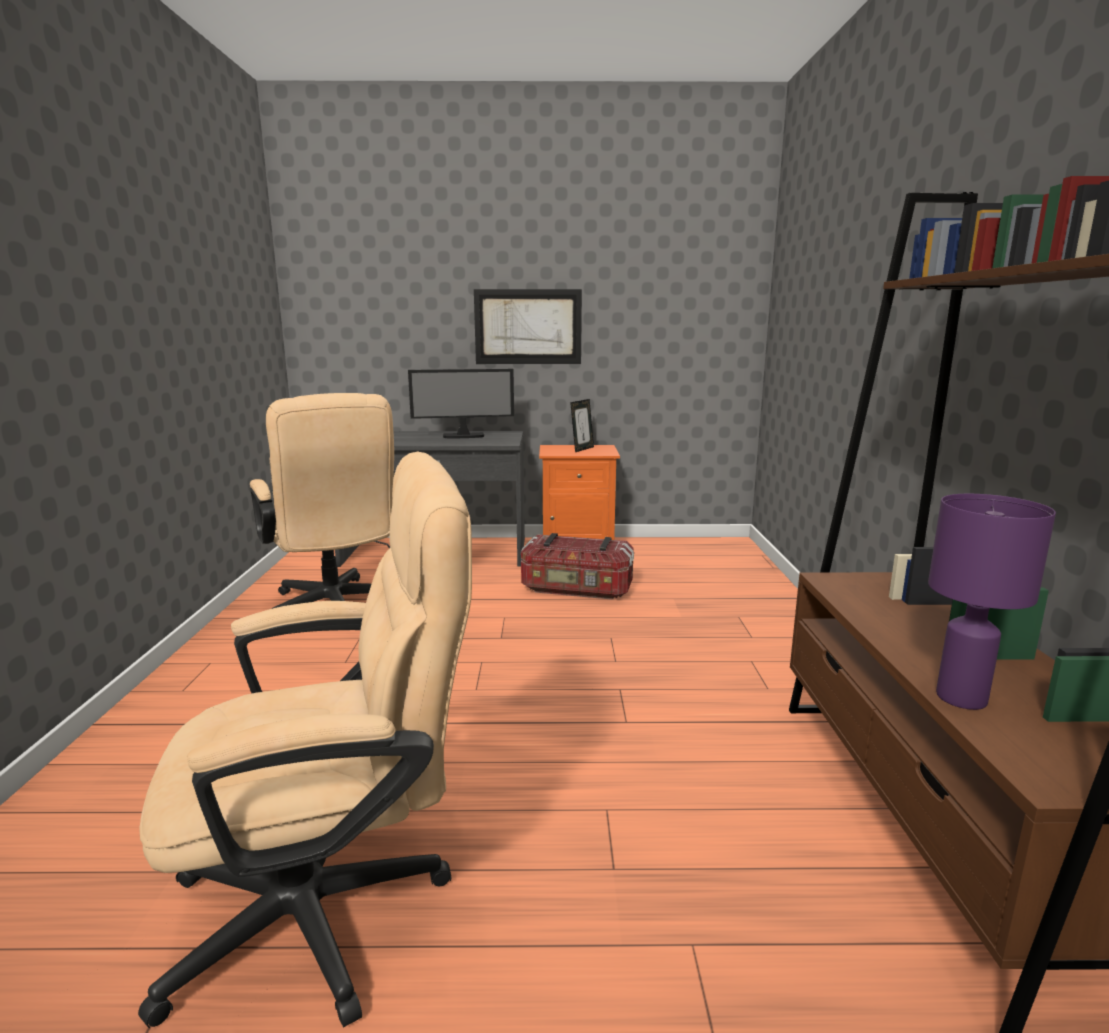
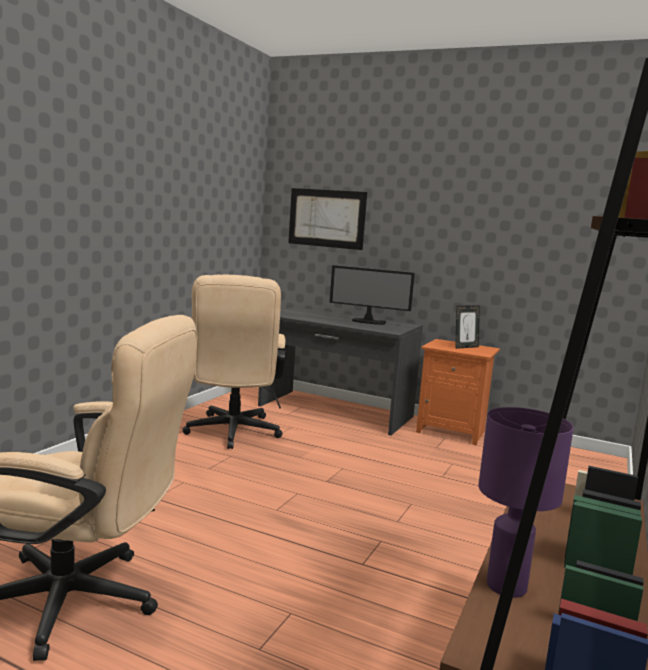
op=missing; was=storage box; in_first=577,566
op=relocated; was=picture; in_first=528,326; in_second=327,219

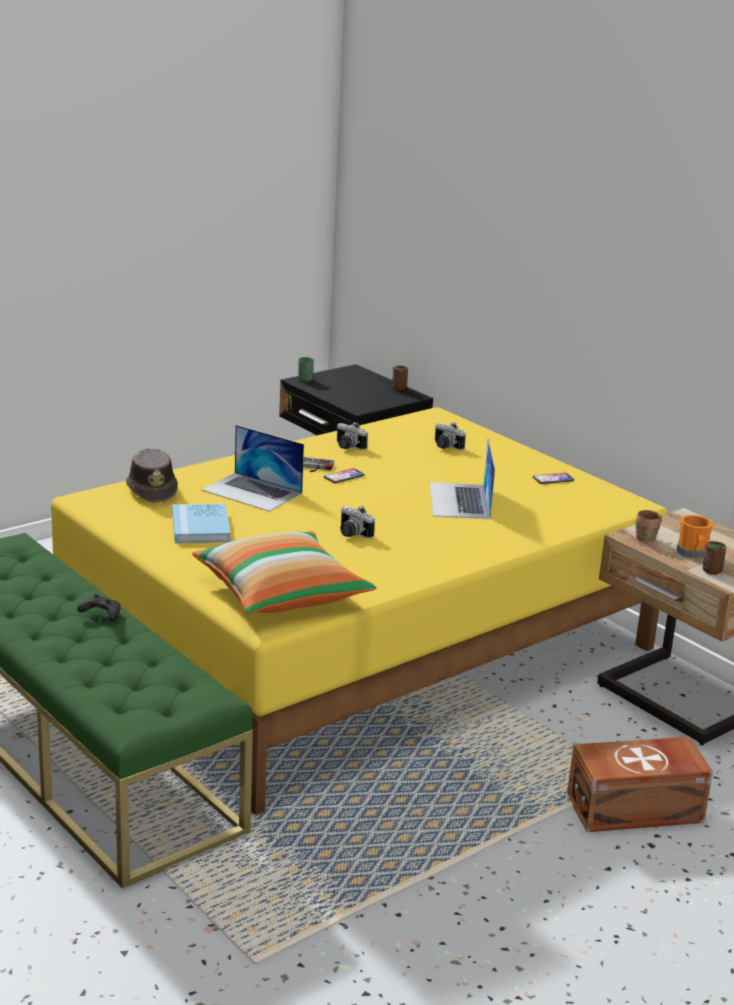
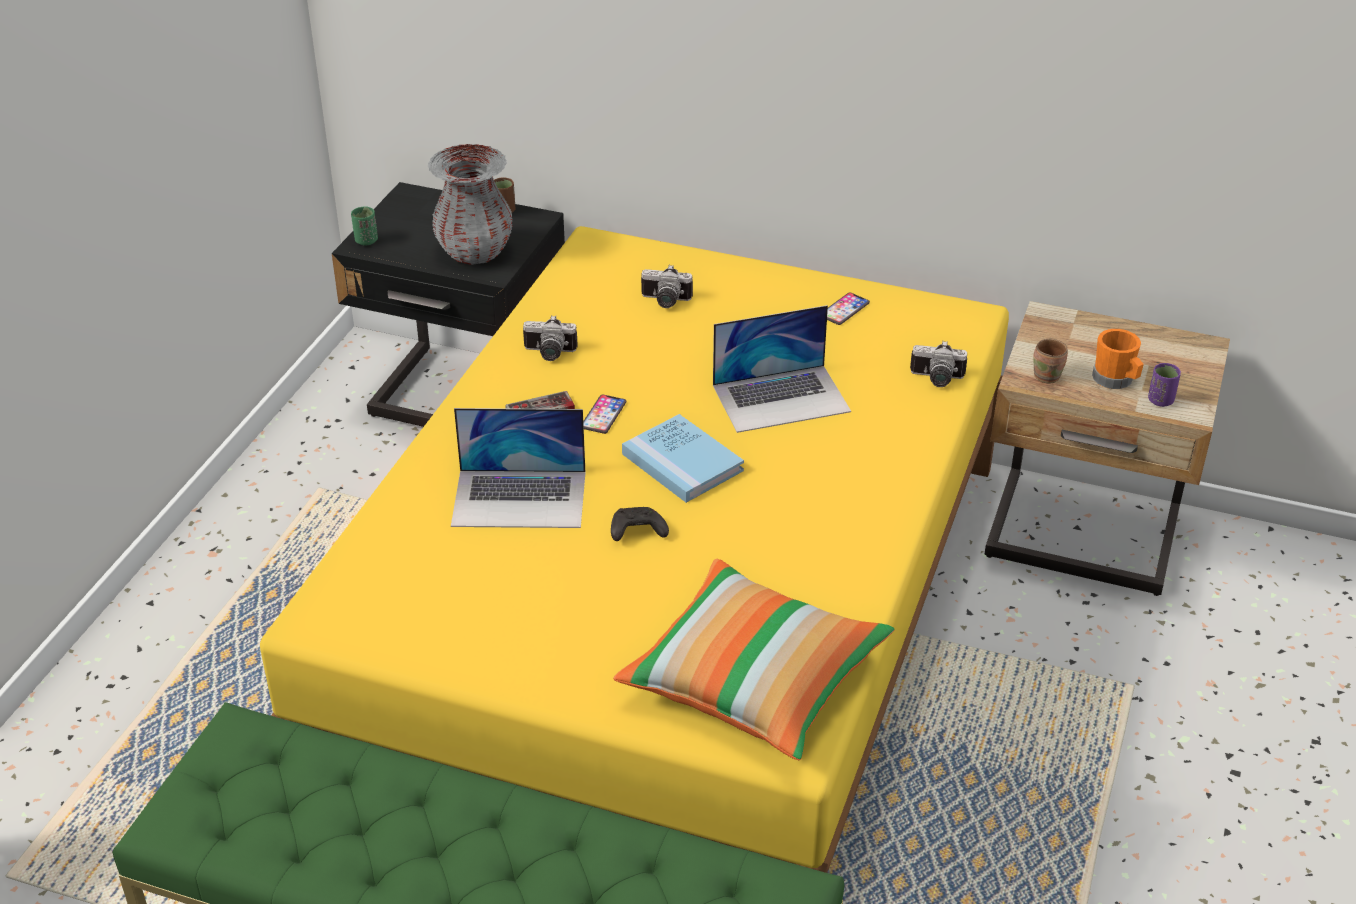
op=missing; was=brown hat; in_first=152,476
op=missing; was=brown storage box; in_first=640,784
op=appeared; now=grey vase; in_second=470,204
op=relocated; was=black game controller; in_first=99,608; in_second=640,524
op=relocated; was=blue book; in_first=201,523; in_second=683,458
op=relocated; was=photo camera; in_first=357,522; in_second=938,364
op=colour; was=brown cup; now=purple cup; in_first=714,558; in_second=1164,385
op=spun; was=laptop; in_first=462,478; in_second=782,369; clockwise=-75

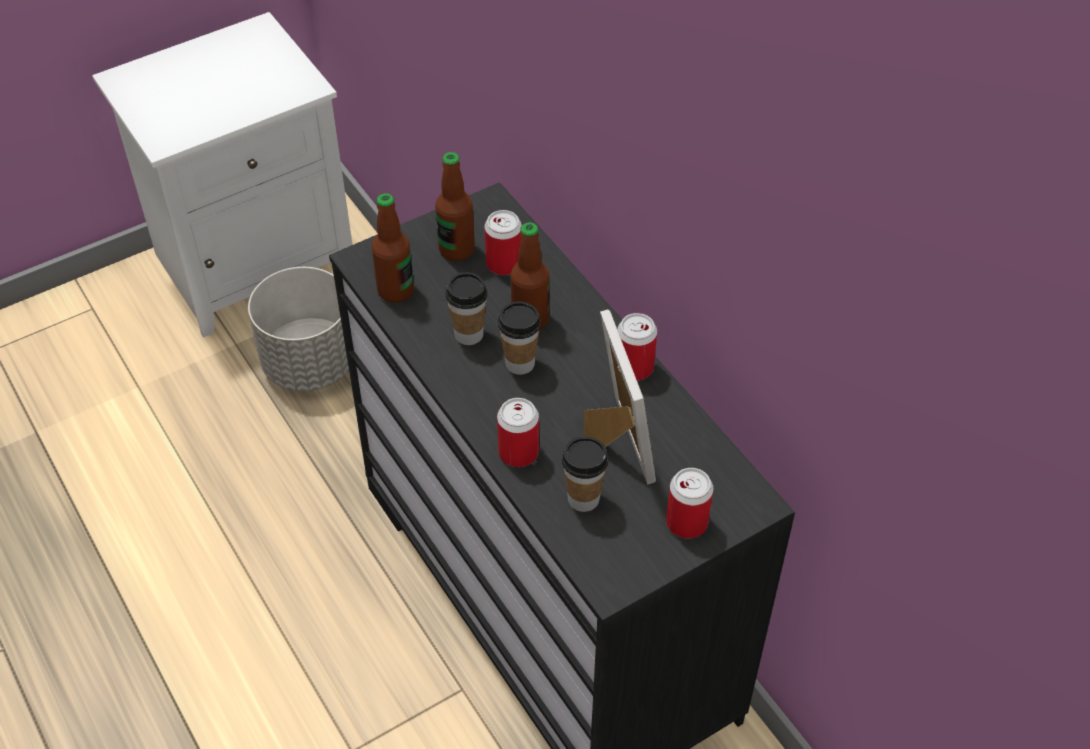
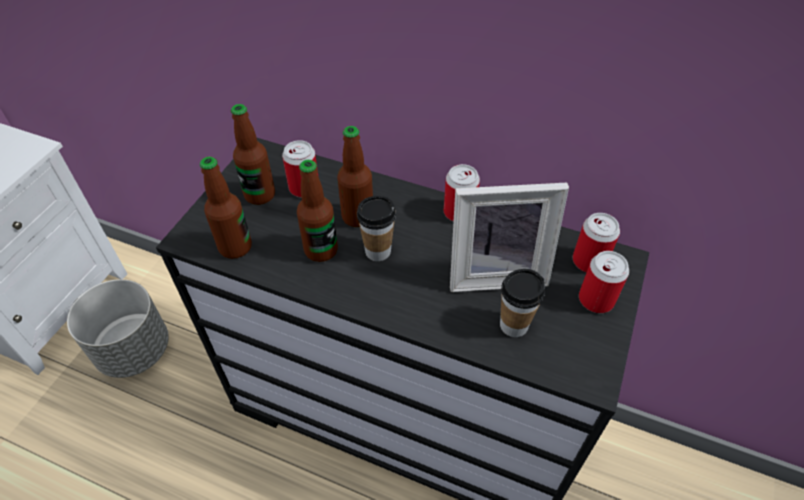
op=relocated; was=can; in_first=518,432; in_second=596,243
op=exchanged; was=cup; now=bottle; in_first=466,308; in_second=317,211
op=spun; was=picture frame; in_first=620,397; in_second=509,237; clockwise=135

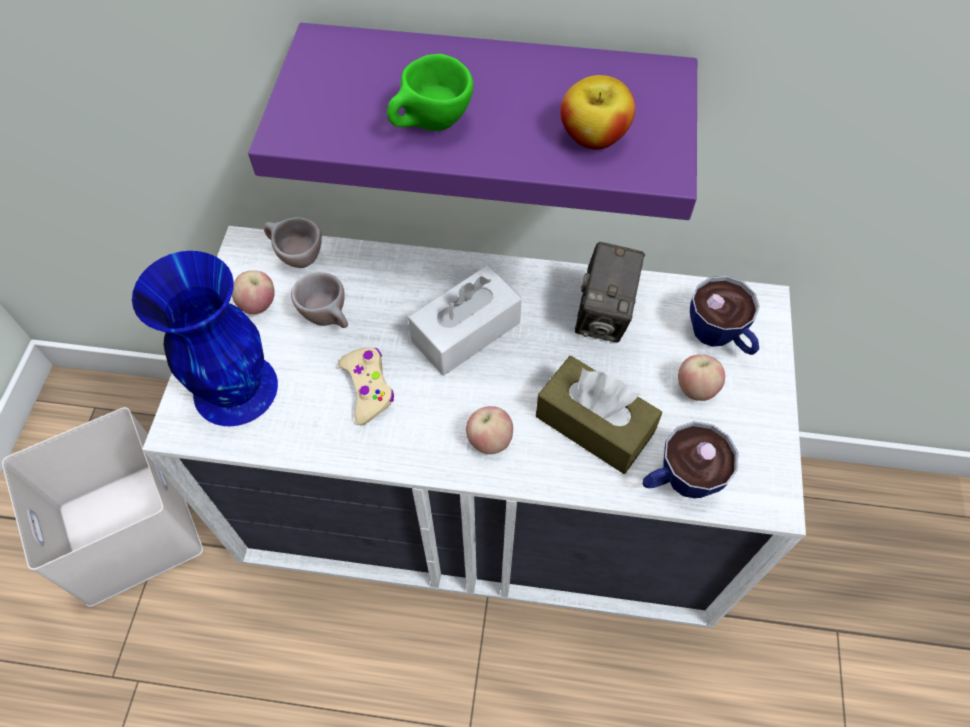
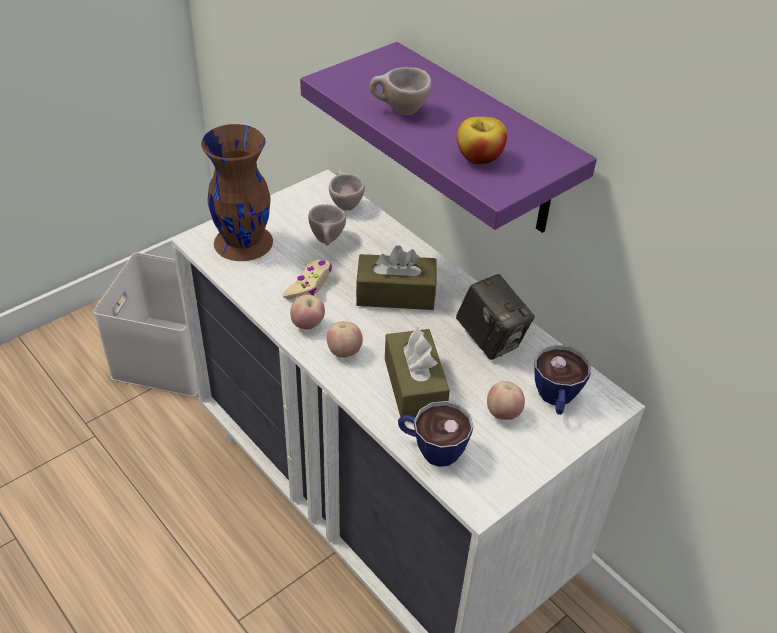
op=relocated; was=apple; in_first=253,292; in_second=307,312
op=colour; was=blue vase; now=brown vase; in_first=205,338; in_second=237,192
op=colour; was=green cup; now=beige cup; in_first=430,92; in_second=400,91
op=colour; was=white tissue box; now=brown tissue box; in_first=465,320; in_second=396,277
op=spun; was=photo camera; in_first=610,292; in_second=495,317; clockwise=-90

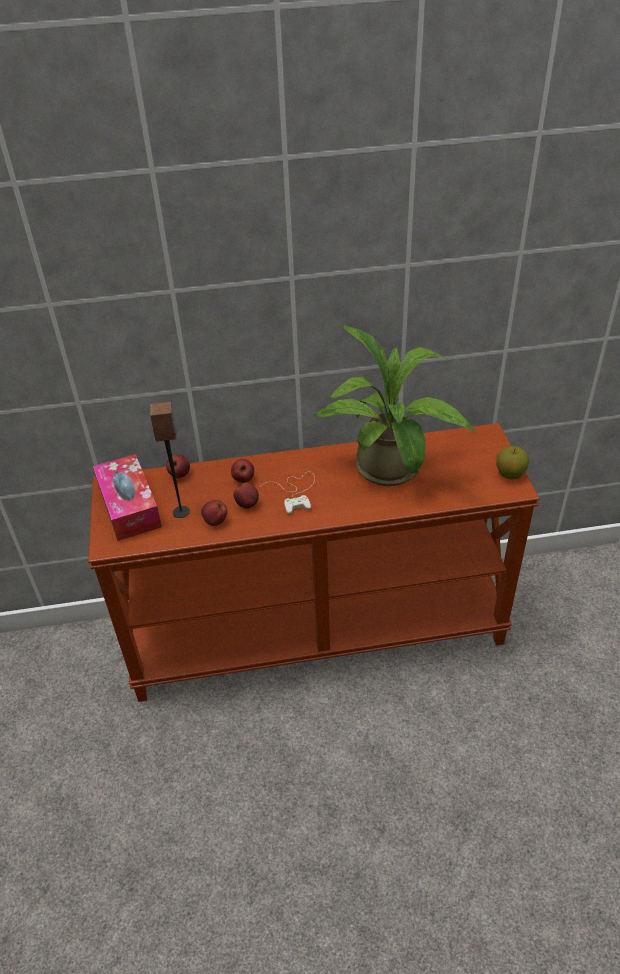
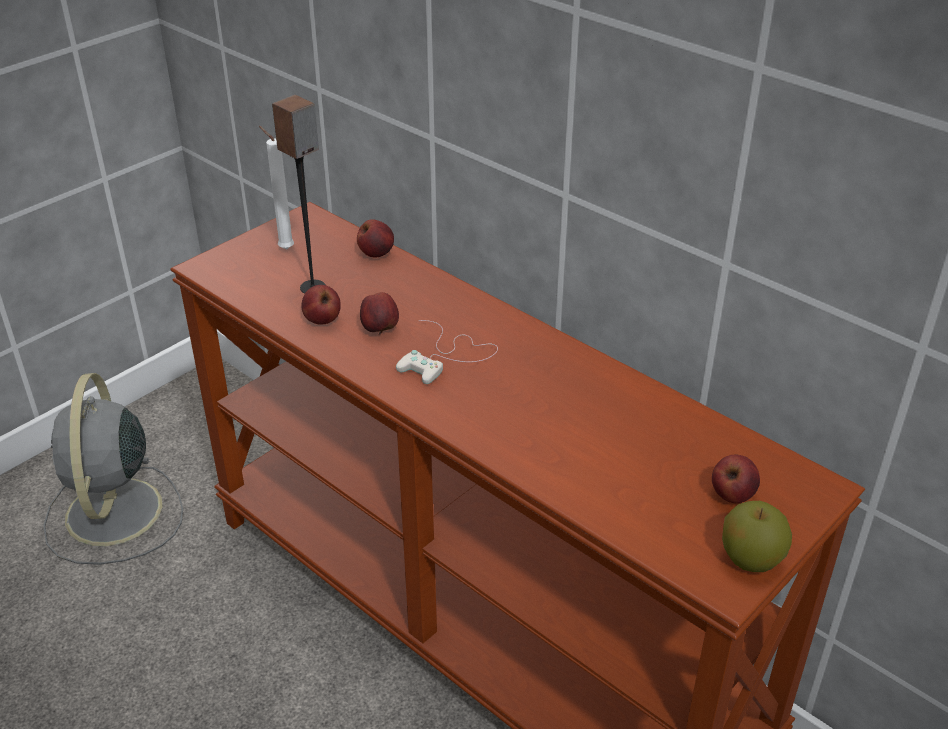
op=missing; was=potted plant; in_first=395,405
op=appeared; now=grey fan; in_second=113,469
op=relocated; was=apple; in_first=242,471; in_second=736,479
op=exchanged; was=tissue box; now=white candle; in_first=127,497; in_second=276,187

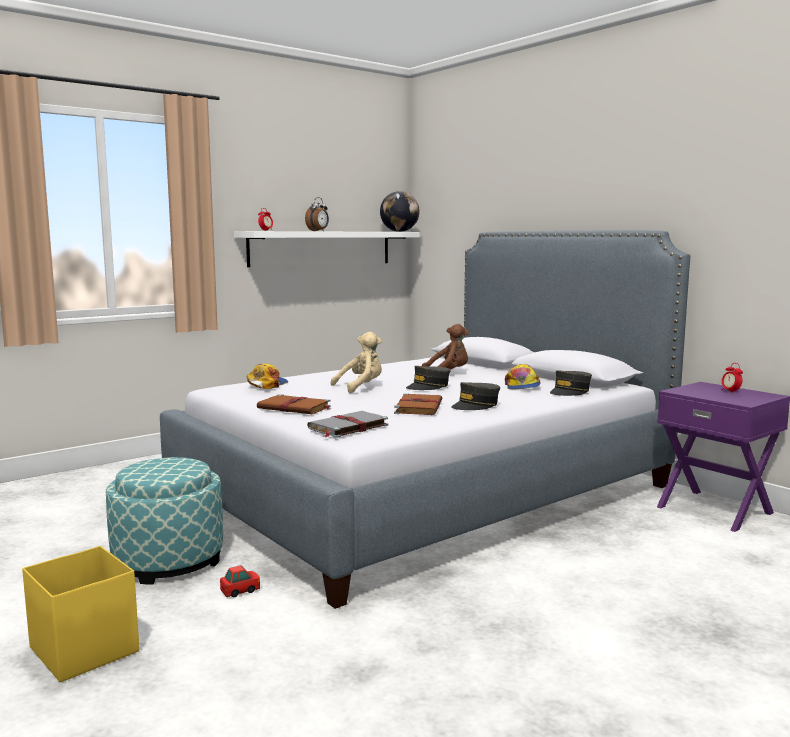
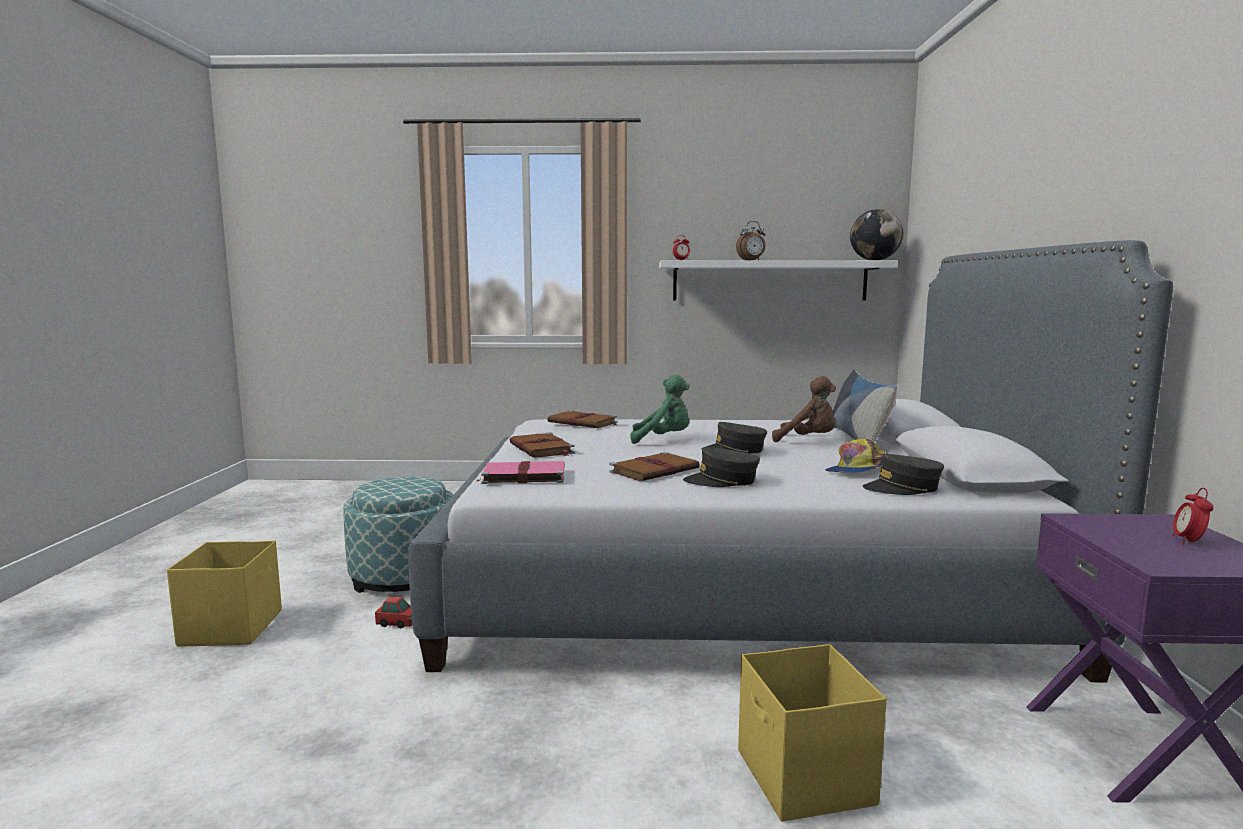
op=appeared; now=yellow storage box; in_second=812,733
op=appeared; now=pillow; in_second=865,406
op=exchanged; was=cap; now=brown book; in_first=267,376; in_second=583,419
op=colour; was=grey book; now=pink book; in_first=347,424; in_second=520,472
op=colour; was=beige plush toy; now=green plush toy; in_first=356,362; in_second=660,409

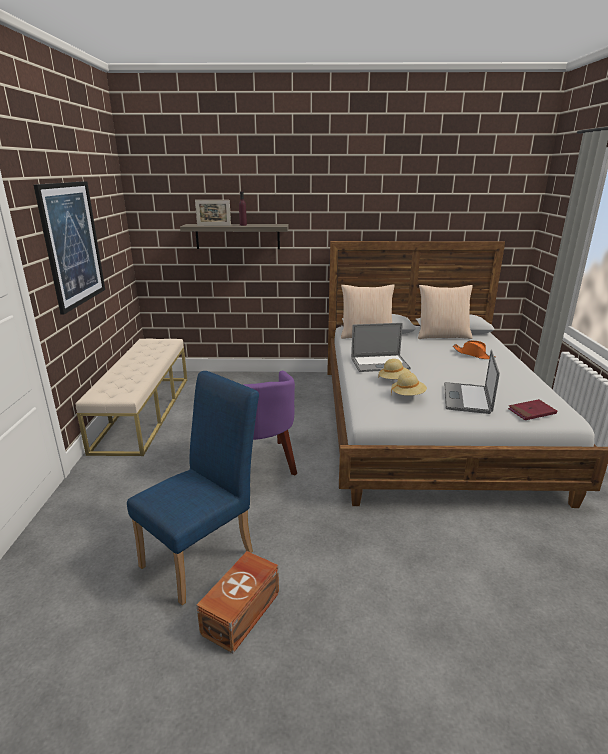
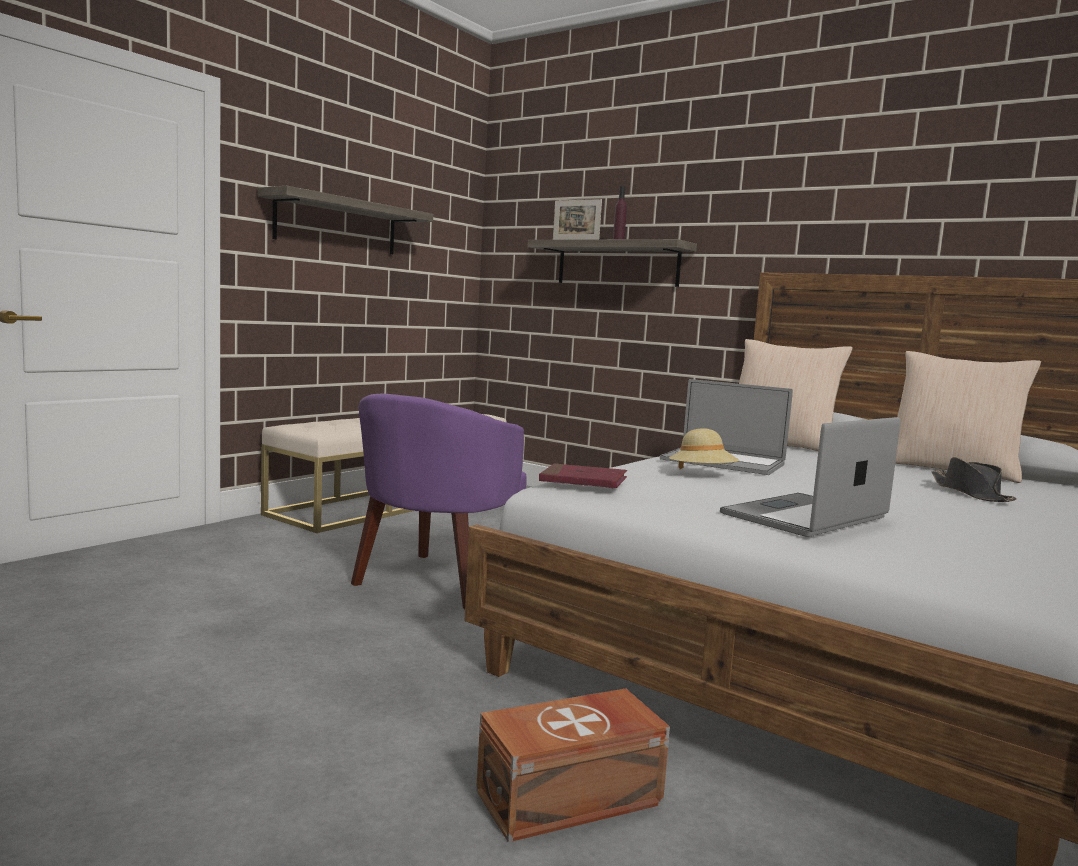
op=missing; was=blue chair; in_first=193,488
op=missing; was=beige hat; in_first=409,384
op=relocated; was=brown storage box; in_first=237,602; in_second=573,765
op=relocated; was=red book; in_first=532,409; in_second=583,475
op=exchanged; was=picture; now=shelf; in_first=69,248; in_second=345,220
op=colour; was=orange hat; now=black hat; in_first=474,349; in_second=974,479

